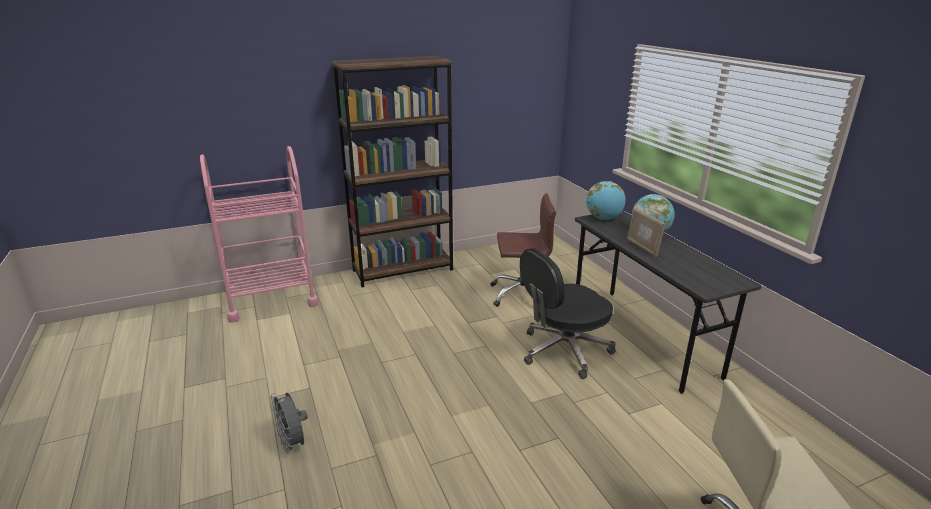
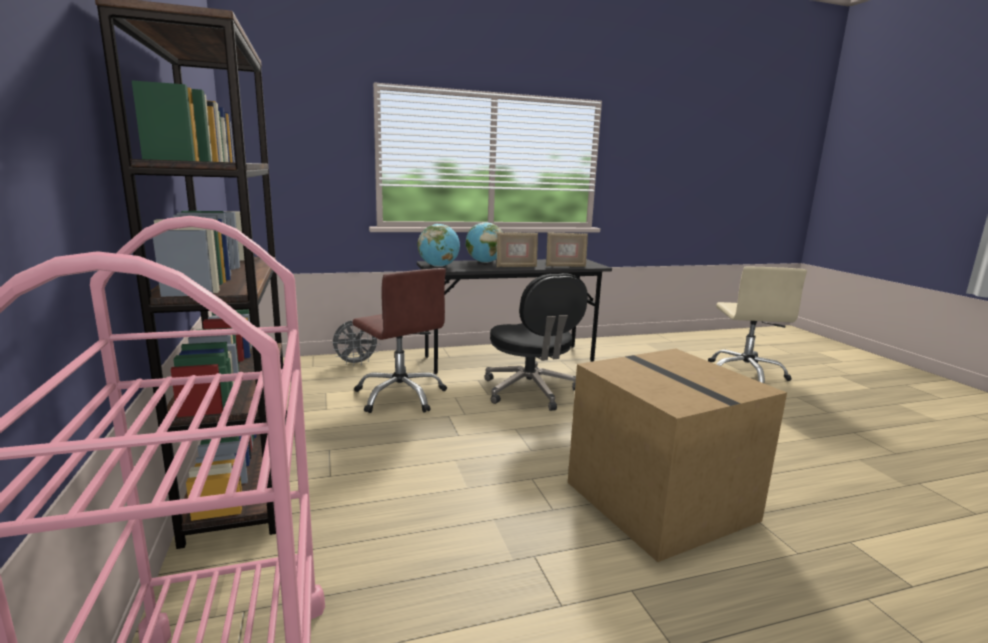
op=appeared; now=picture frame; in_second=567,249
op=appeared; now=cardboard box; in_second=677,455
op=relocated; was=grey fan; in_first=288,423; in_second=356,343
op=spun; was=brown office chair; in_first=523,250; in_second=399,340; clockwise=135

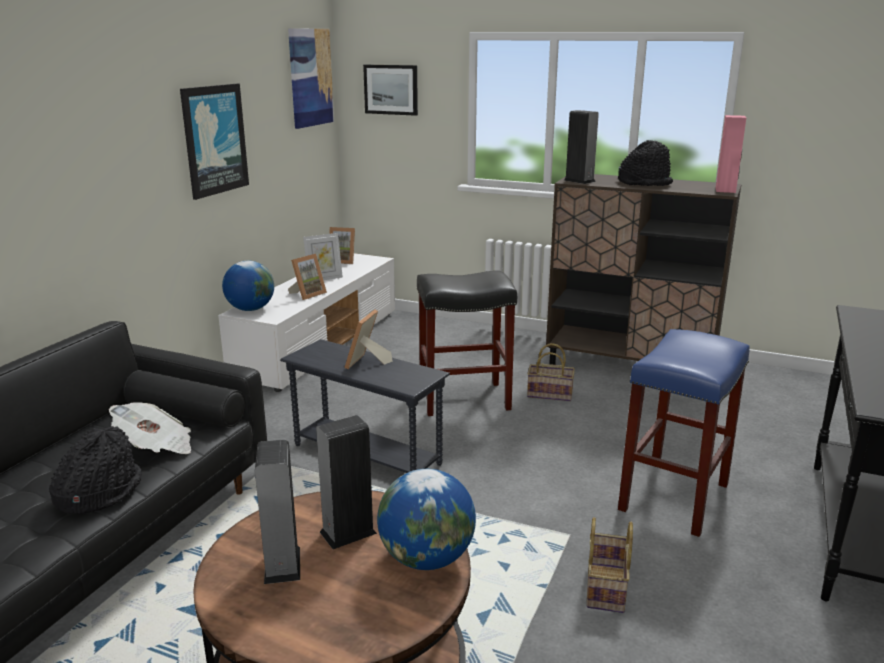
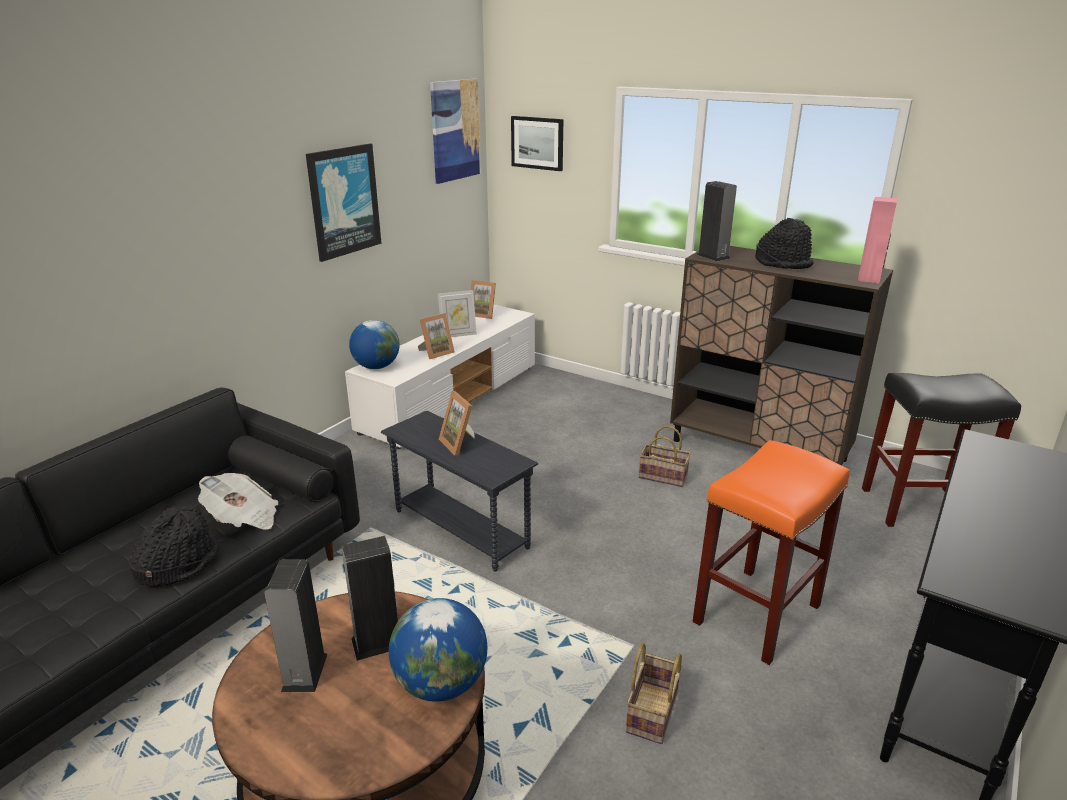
op=relocated; was=black stool; in_first=467,343; in_second=941,450
op=colour; was=blue stool; now=orange stool; in_first=684,433; in_second=771,552
op=spun; was=picture frame; in_first=368,339; in_second=457,423; clockwise=-60

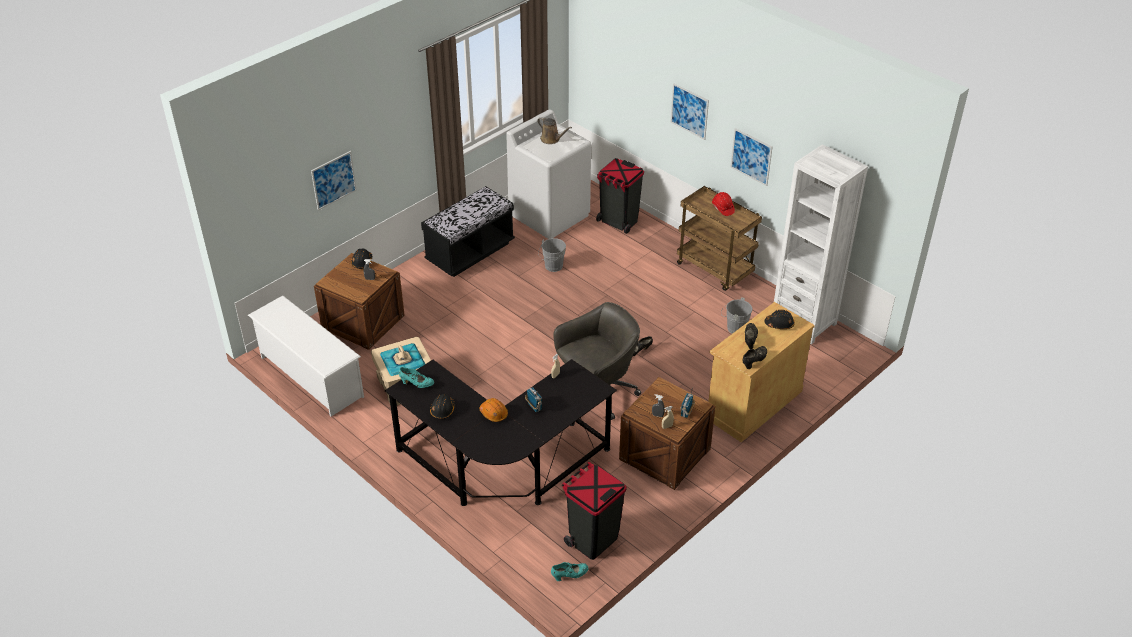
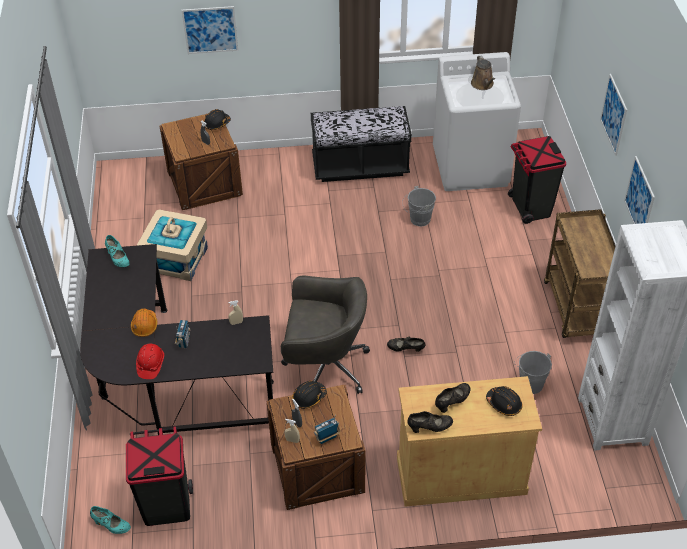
op=missing; was=white shoe rack; in_first=306,356
op=relocated; was=black hard hat; in_first=442,406; in_second=309,395
op=relocated; was=red hard hat; in_first=723,204; in_second=150,361

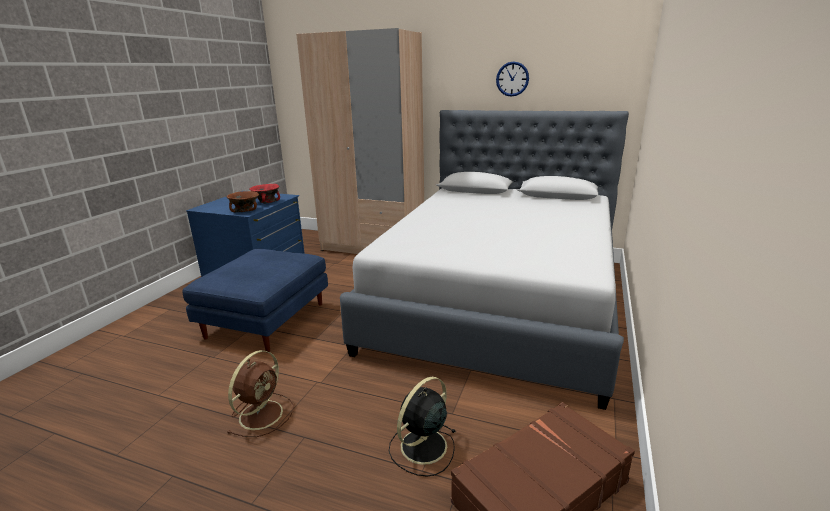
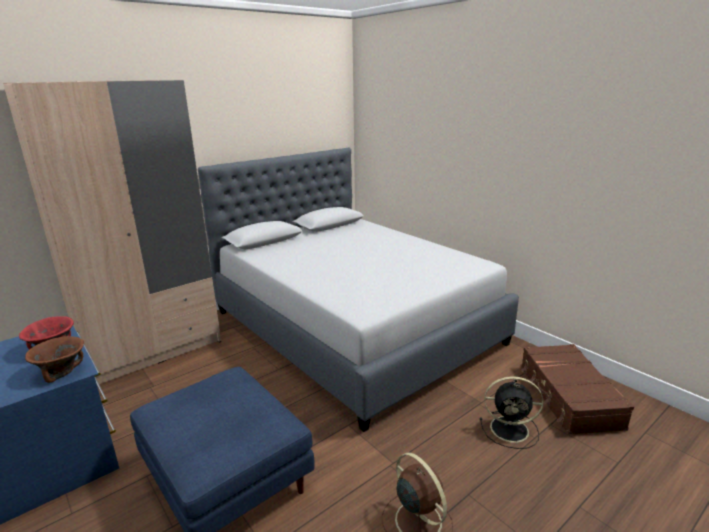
op=missing; was=wall clock; in_first=512,79
op=spun; was=black fan; in_first=422,427; in_second=511,412; clockwise=-60

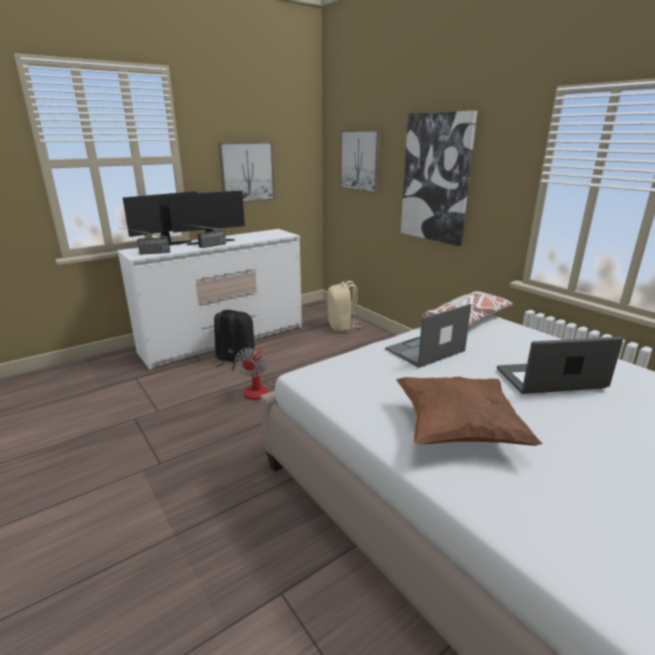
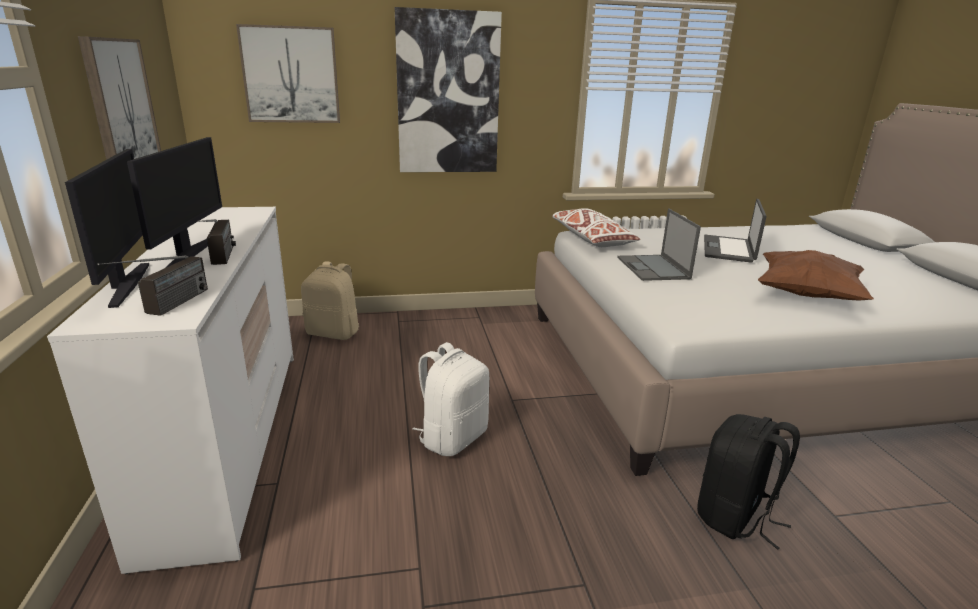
op=relocated; was=black backpack; in_first=234,339; in_second=748,482
op=exchanged; was=fan; now=white backpack; in_first=272,373; in_second=451,399

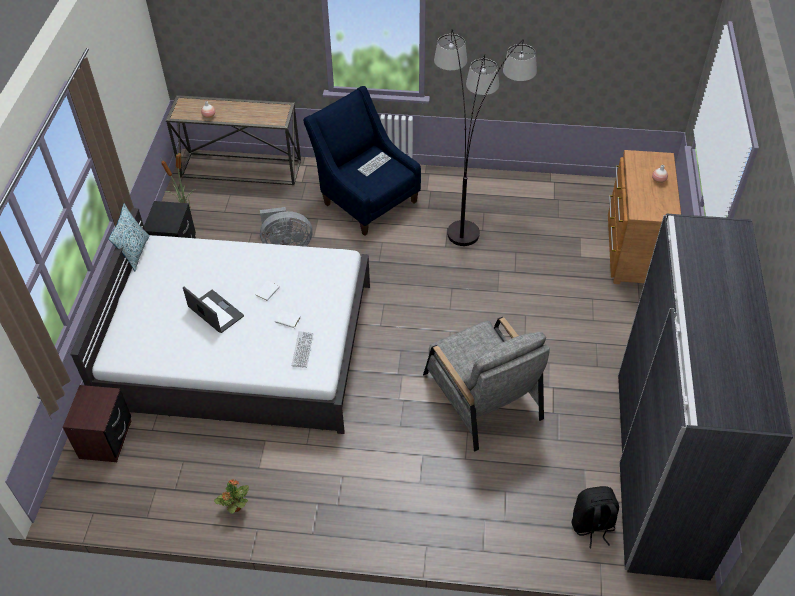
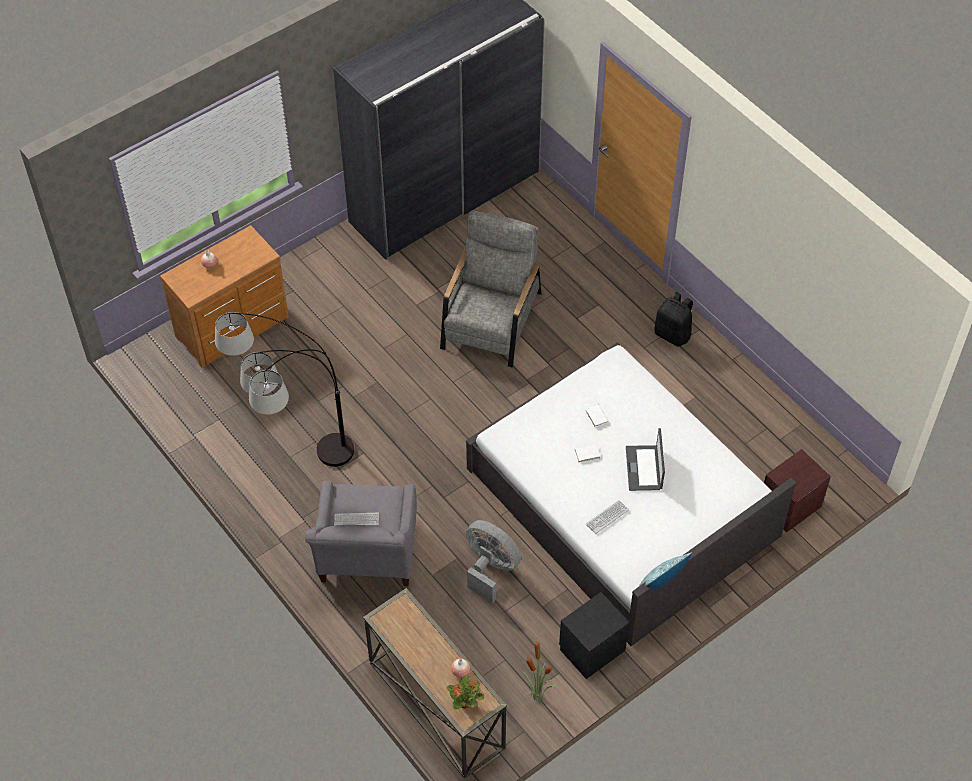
op=relocated; was=potted plant; in_first=231,496; in_second=465,692
op=relocated; was=keyboard; in_first=302,349; in_second=607,517
op=relocated; was=black backpack; in_first=595,517; in_second=673,319
op=colour; was=blue armchair; now=grey armchair; in_first=362,161; in_second=361,533

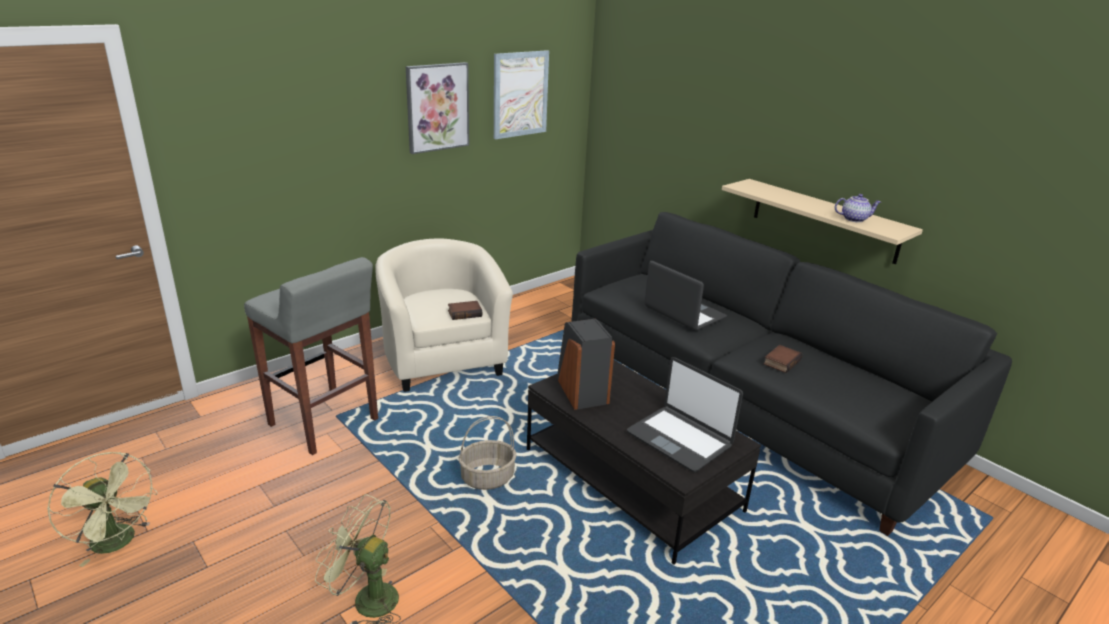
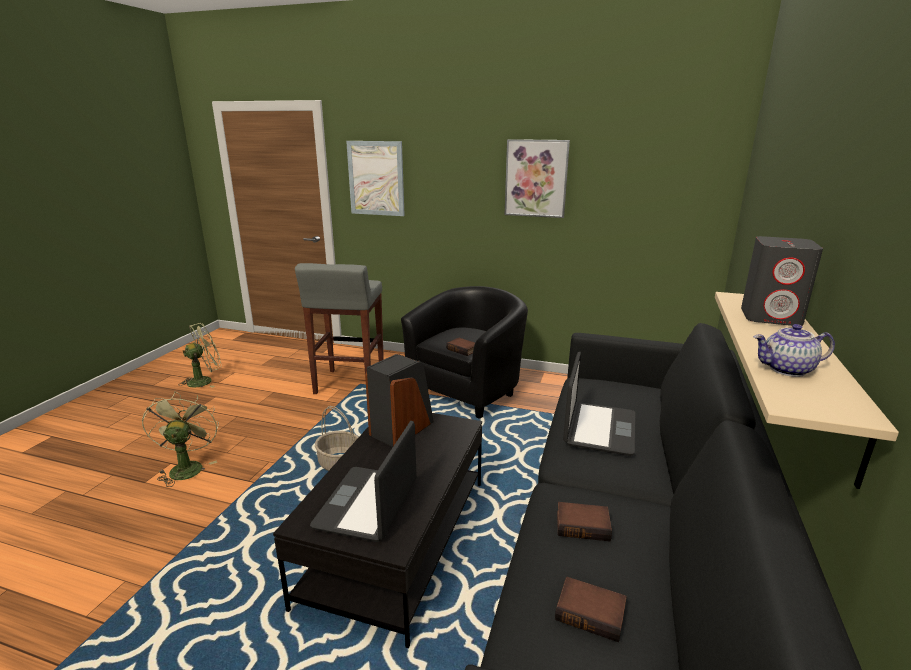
op=appeared; now=book; in_second=591,609
op=appeared; now=grey speaker; in_second=782,281
op=relocated; was=picture; in_first=521,94; in_second=375,178
op=colour; was=beige armchair; now=black armchair; in_first=444,315; in_second=464,352
op=spun; was=green fan; in_first=102,509; in_second=200,355; clockwise=-135
op=spun; was=teapot; in_first=858,208; in_second=794,350; clockwise=120

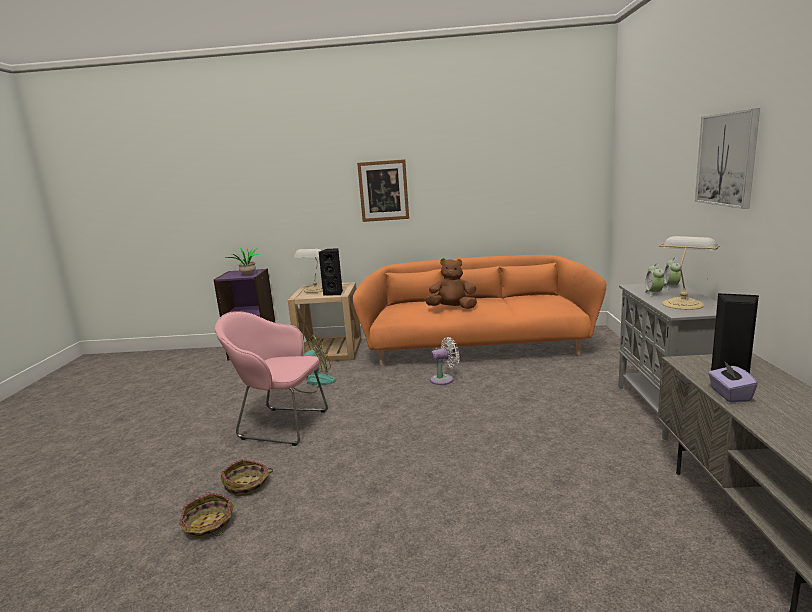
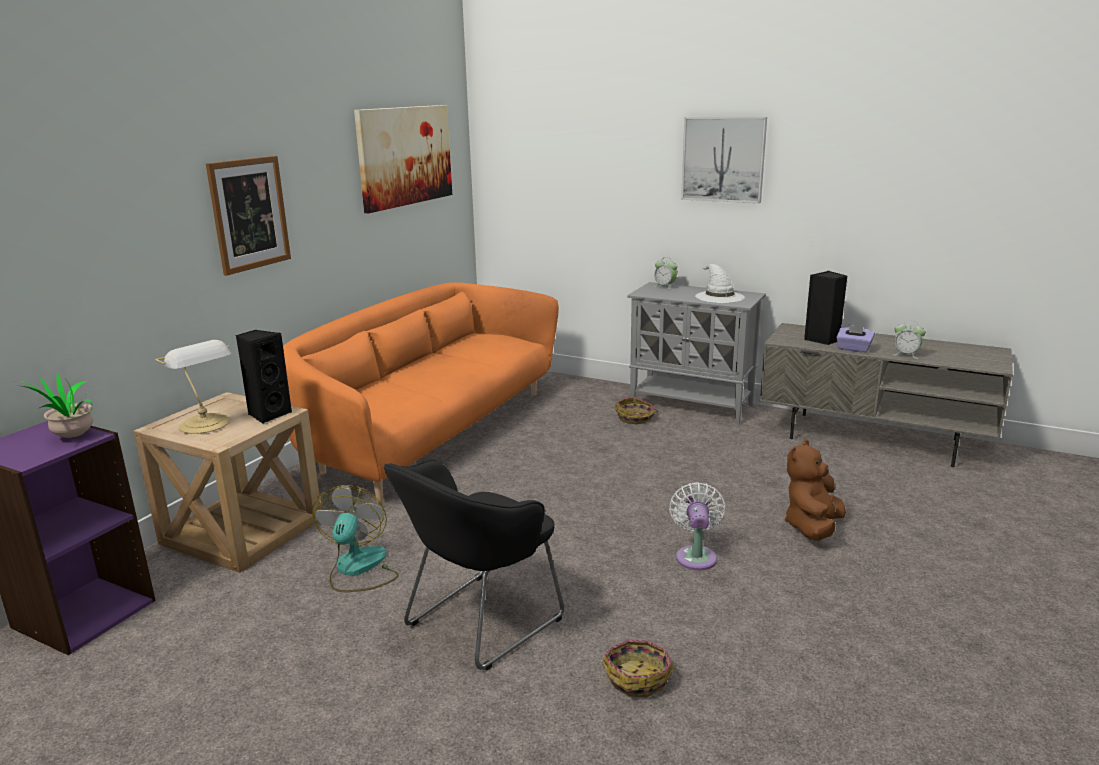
op=appeared; now=picture; in_second=403,159
op=relocated; was=basket; in_first=206,515; in_second=636,410
op=relocated; was=brown plush toy; in_first=451,283; in_second=815,490
op=relocated; was=white fan; in_first=445,361; in_second=697,526
op=relocated; was=alarm clock; in_first=654,280; in_second=910,339
op=exchanged; was=table lamp; now=white hat; in_first=689,273; in_second=720,283
op=colour; was=pink armchair; now=black armchair; in_first=271,378; in_second=474,564

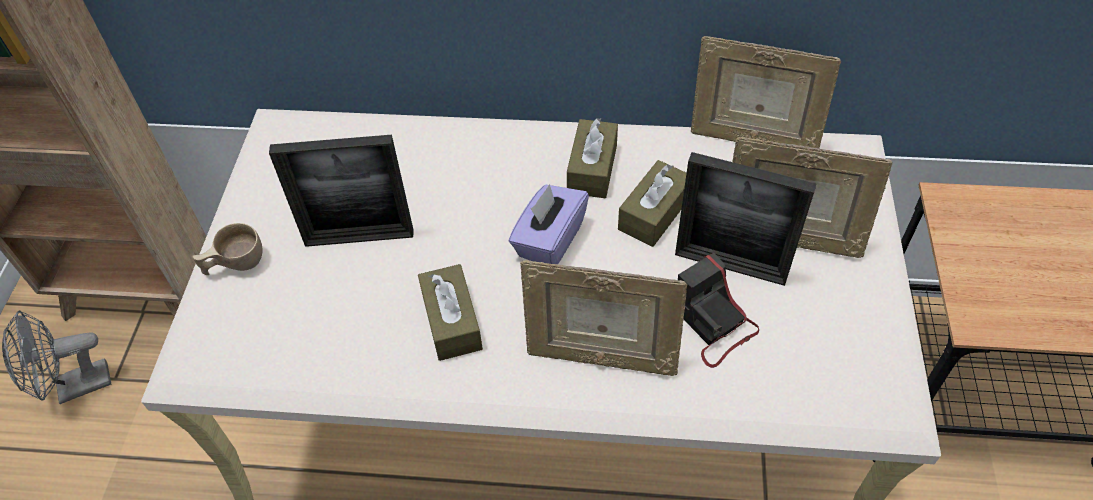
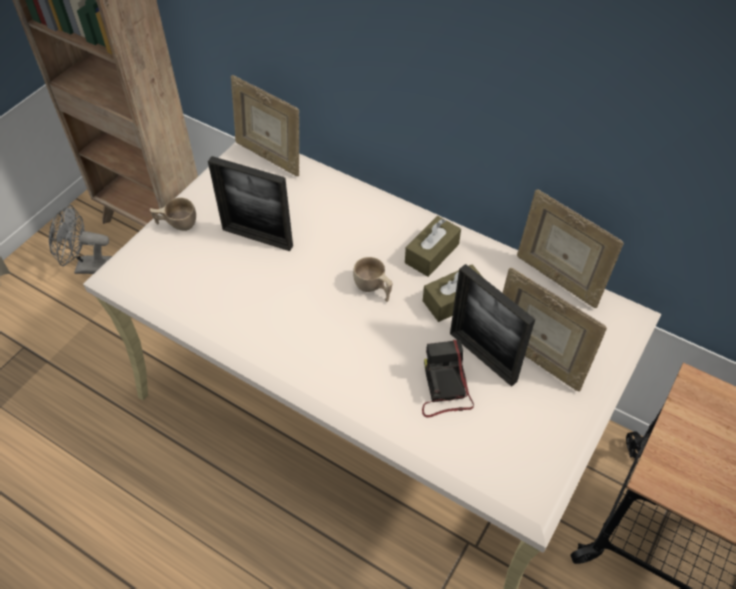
op=missing; was=brown tissue box; in_first=450,312
op=relocated; was=picture frame; in_first=603,318; in_second=265,125
op=exchanged; was=purple tissue box; now=beige cup; in_first=549,224; in_second=372,279

